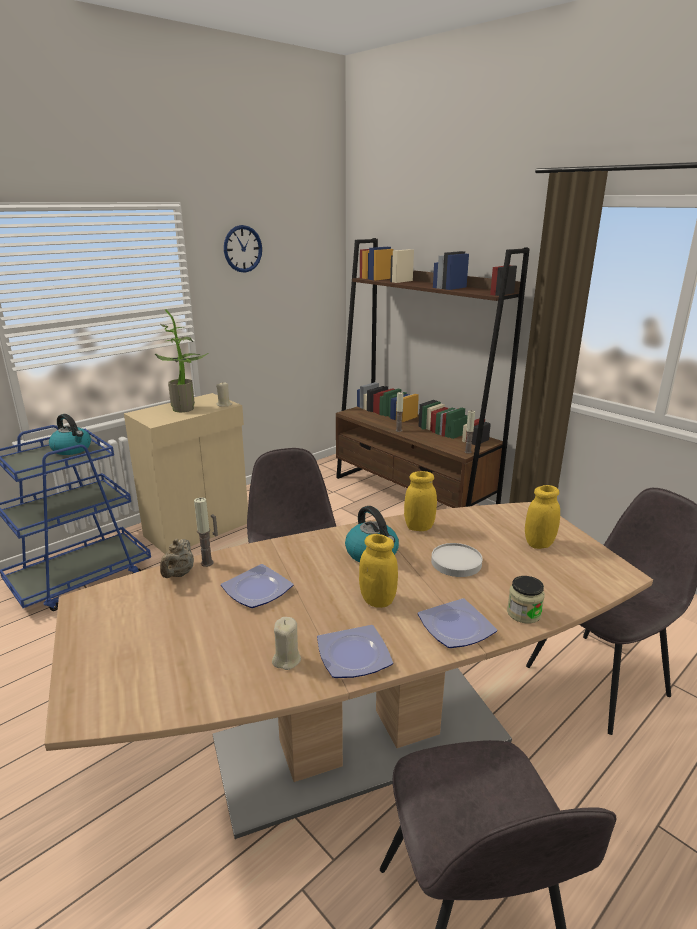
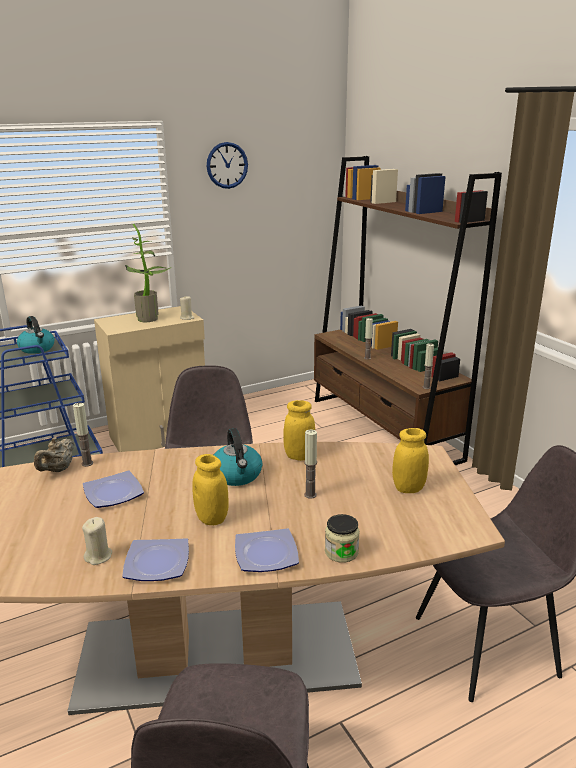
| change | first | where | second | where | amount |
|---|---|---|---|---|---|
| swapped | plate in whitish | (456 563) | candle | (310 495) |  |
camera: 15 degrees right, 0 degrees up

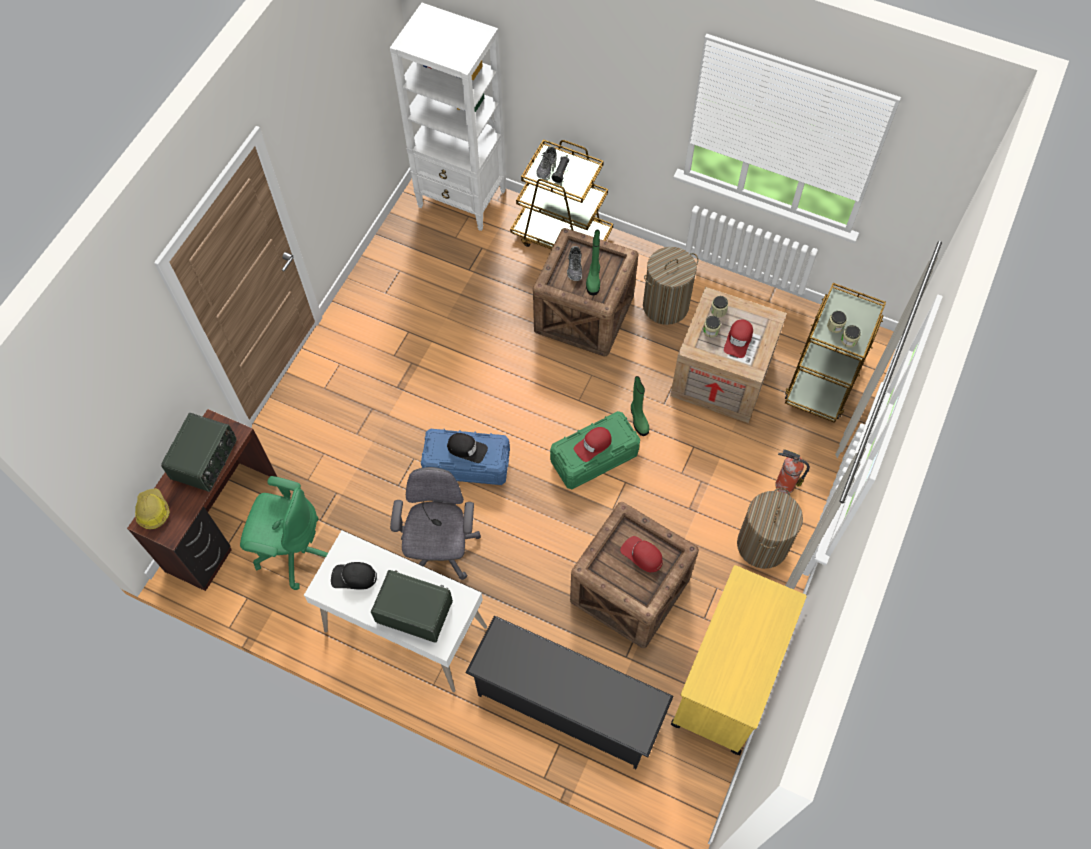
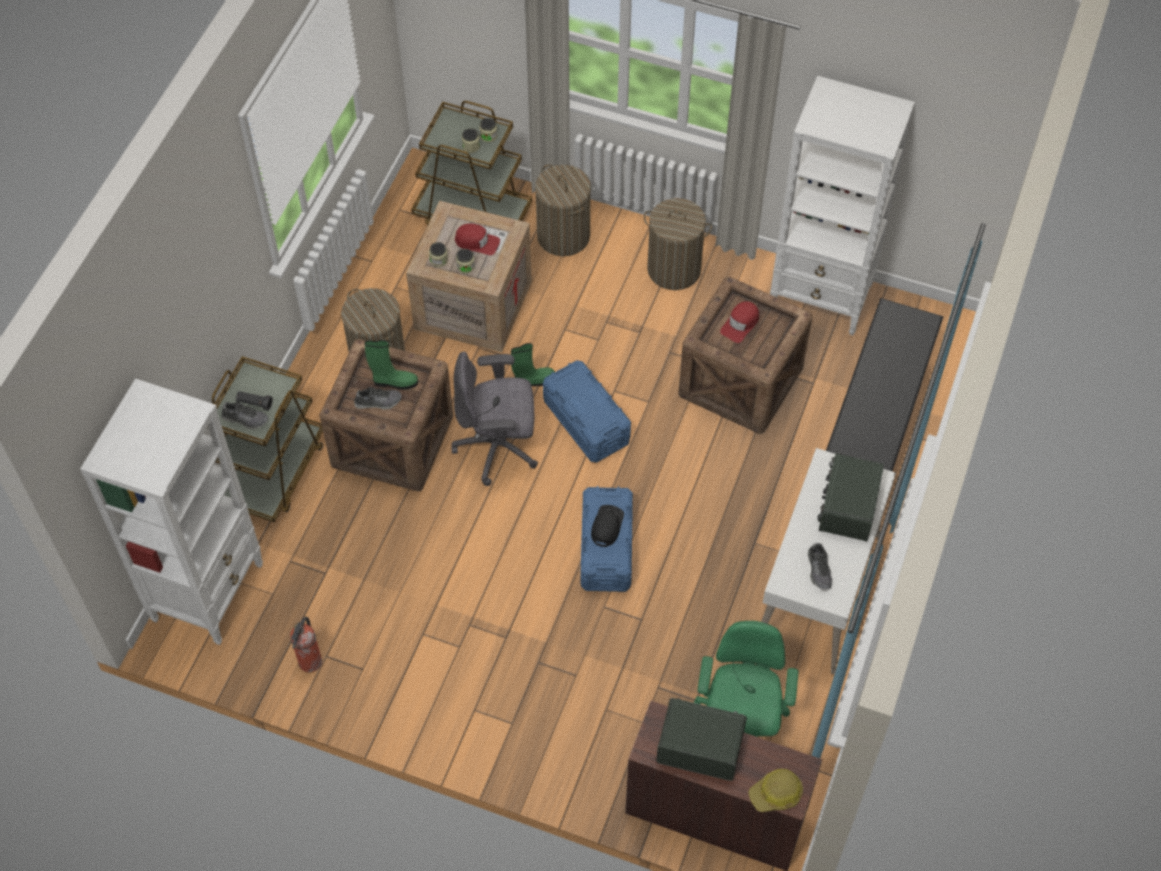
| change | first | where | second | where | amount |
|---|---|---|---|---|---|
| repainted | storage box in green-coloured | (594 457) | storage box in blue-coloured | (586 421) |  |
| gone | baseball cap in red | (593 445) |  |  |  |
| shifted | fire extinguisher | (783 485) |  | (309 663) |  |
| shifted | computer chair in gray | (440 549) |  | (498 448) |  |
| swapped | baseball cap in black | (354 577) | shoe | (819 570) |  |
| swapped | trolley in yellowish | (727 679) | shelving unit in whitish | (821 298) |  |
| new |  |  | washing basket | (563 236) |  |
camera: 95 degrees left, 5 degrees down

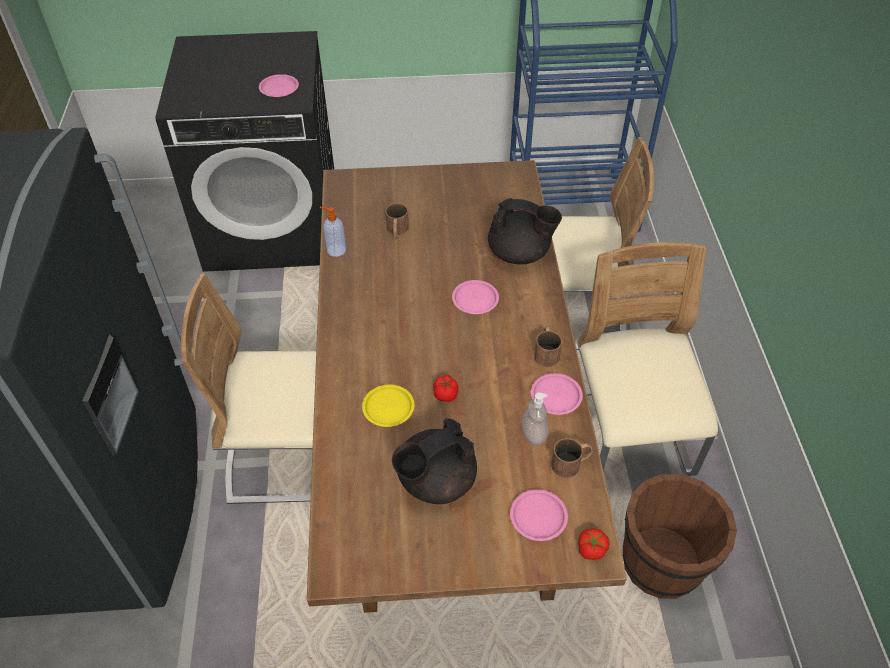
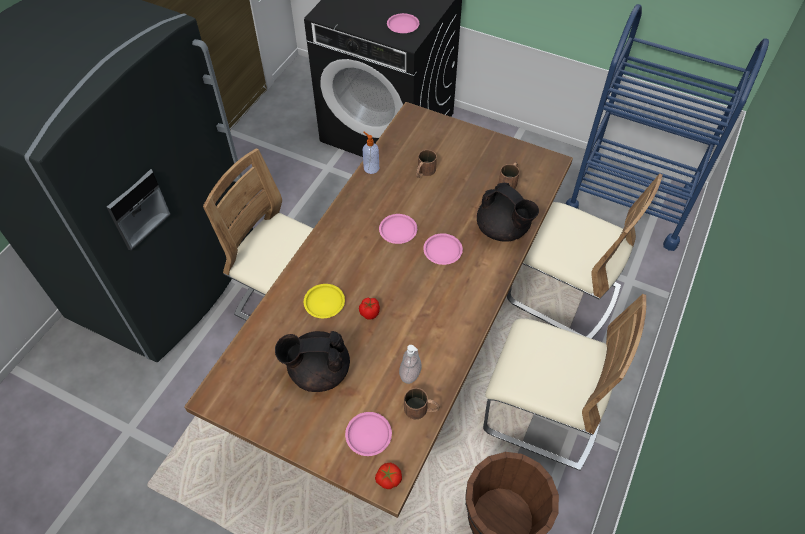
| change | first | where | second | where | amount |
|---|---|---|---|---|---|
| rotated | plain chair in beige | (627 438) |  | (543 412) | 90 degrees clockwise |
| shifted | tea mug in brown-coloured | (546 351) |  | (509 180) |  |
| shifted | plate in pink | (556 397) |  | (398 231) |  |
camera: 30 degrees right, 5 degrees up

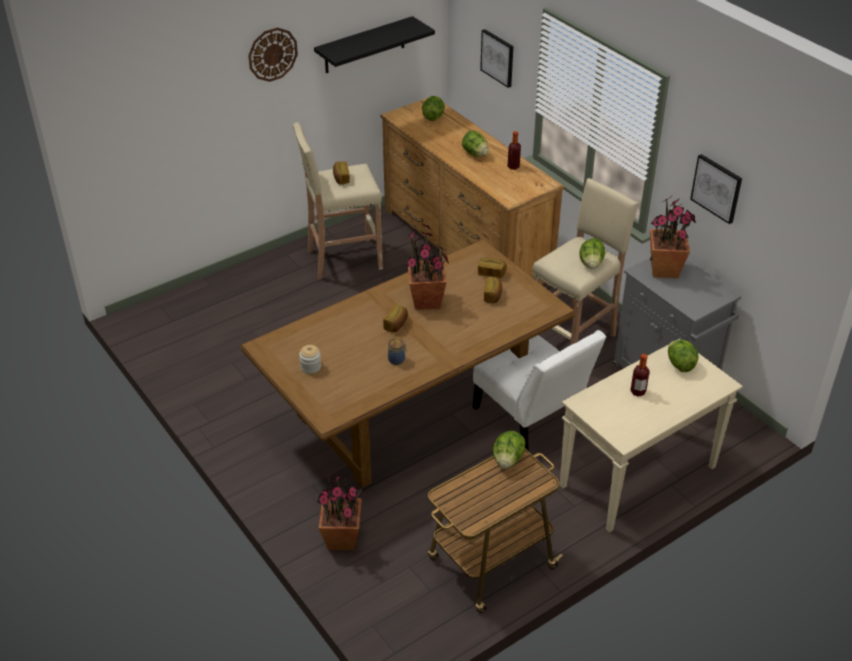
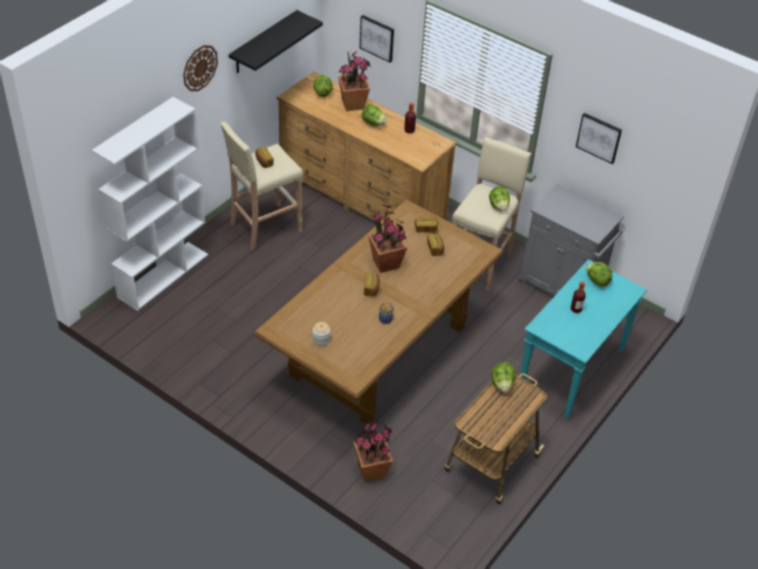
| change | first | where | second | where | amount |
|---|---|---|---|---|---|
| shifted | potted plant | (664 270) |  | (353 104) |  |
| gone | plain chair in whitish | (531 418) |  |  |  |
| repainted | narrow table in beige | (637 478) | narrow table in turquoise | (571 371) |  |
| new |  |  | shelving unit in whitish | (163 275) |  |
camera: 20 degrees left, 5 degrees up

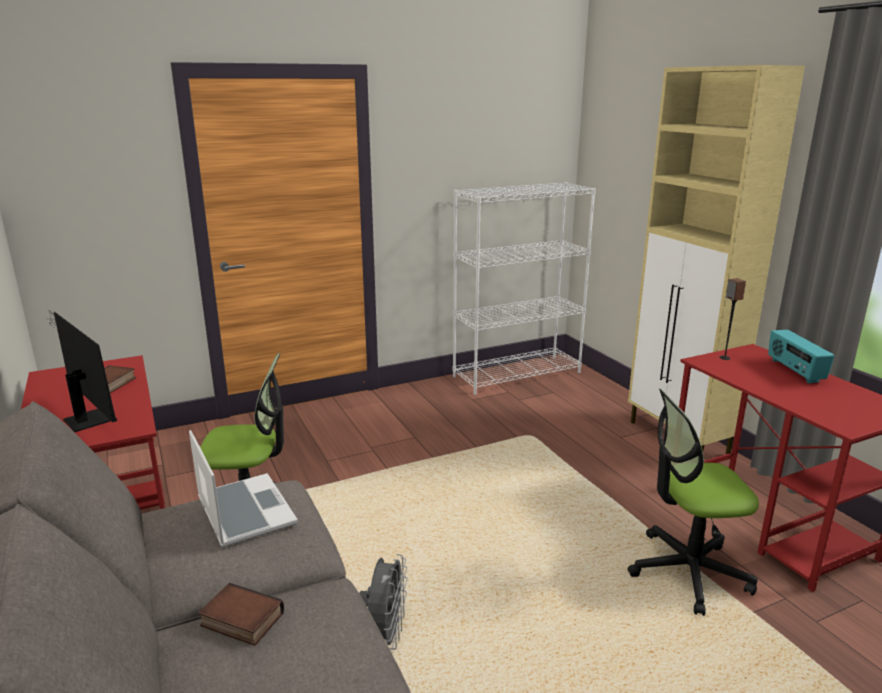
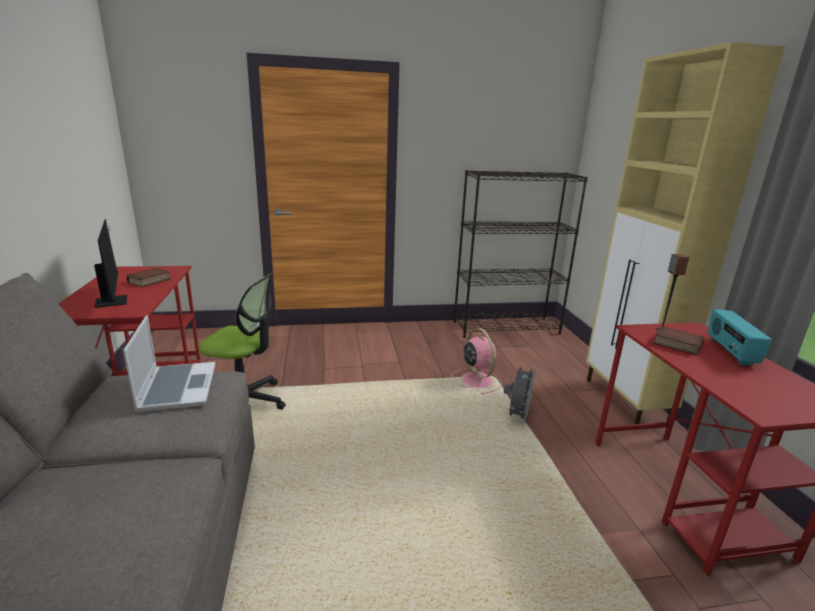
| change | first | where | second | where | amount |
|---|---|---|---|---|---|
| repainted | shelving unit in whitish | (517 374) | shelving unit in black | (506 327) |  |
| gone | computer chair | (688 571) |  |  |  |
| shifted | fan in gray | (386 635) |  | (517 416) |  |
| shifted | volume | (240 620) |  | (676 345) |  |
| new |  |  | fan in pink | (476 380) |  |
camera: 15 degrees right, 0 degrees up

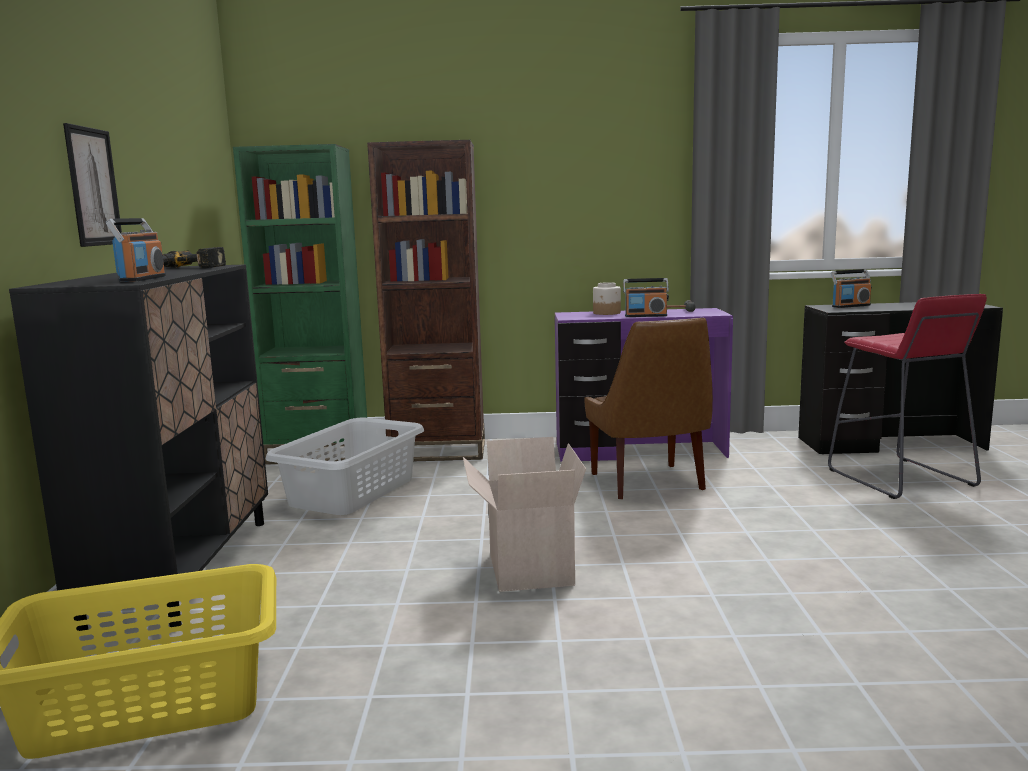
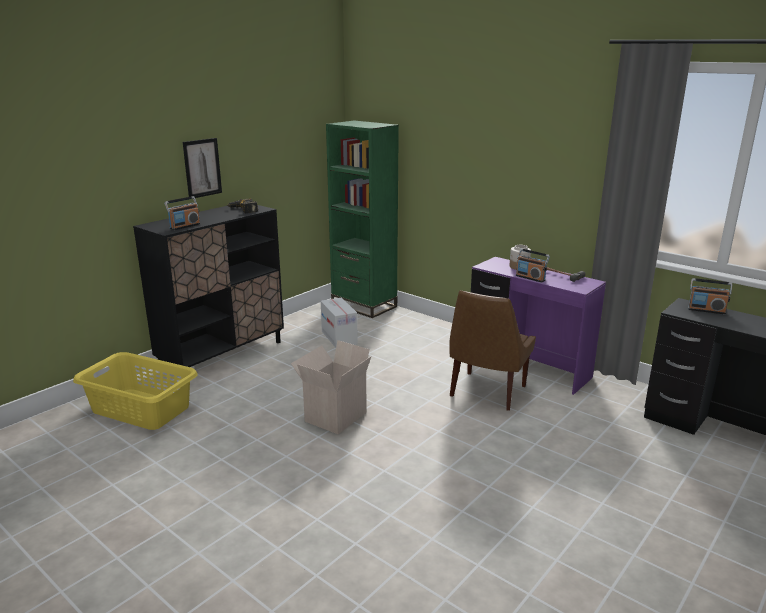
| change | first | where | second | where | amount |
|---|---|---|---|---|---|
| gone | shelving unit in brown-coloured | (437 451) |  |  |  |
| gone | stool in red | (899 478) |  |  |  |
| swapped | washing basket in gray | (351 492) | packing box | (339 337) |  |
camera: 40 degrees right, 10 degrees up

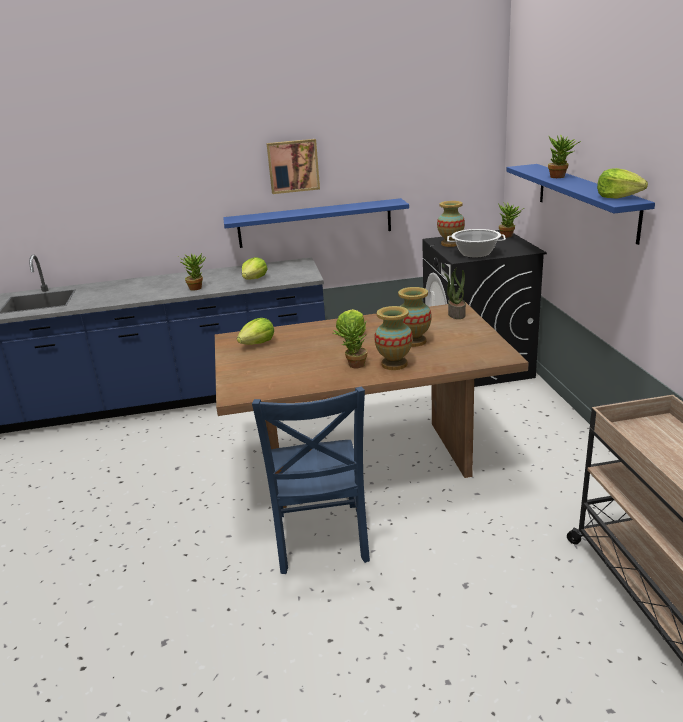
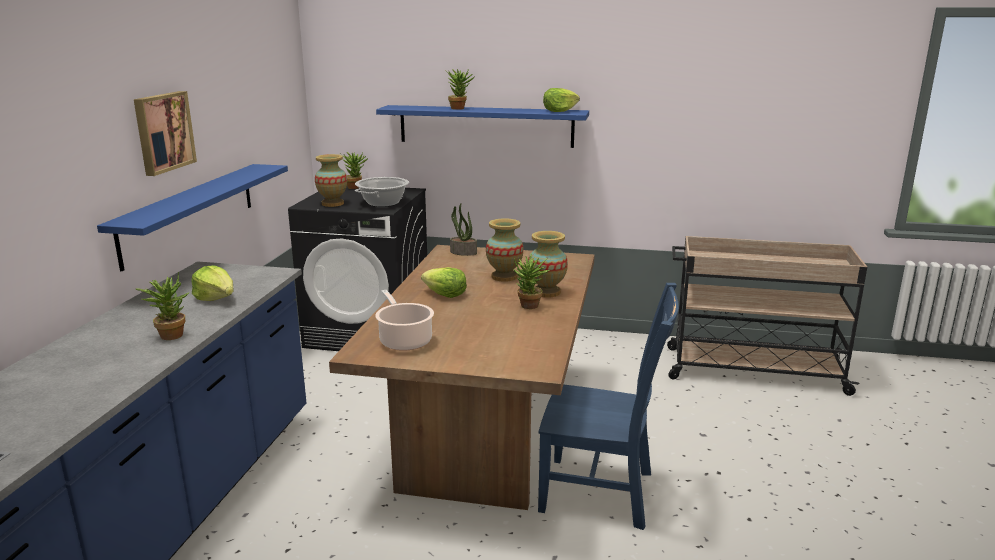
| change | first | where | second | where | amount |
|---|---|---|---|---|---|
| swapped | lettuce | (258 343) | stockpot | (404 340) |  |
camera: 70 degrees left, 5 degrees down

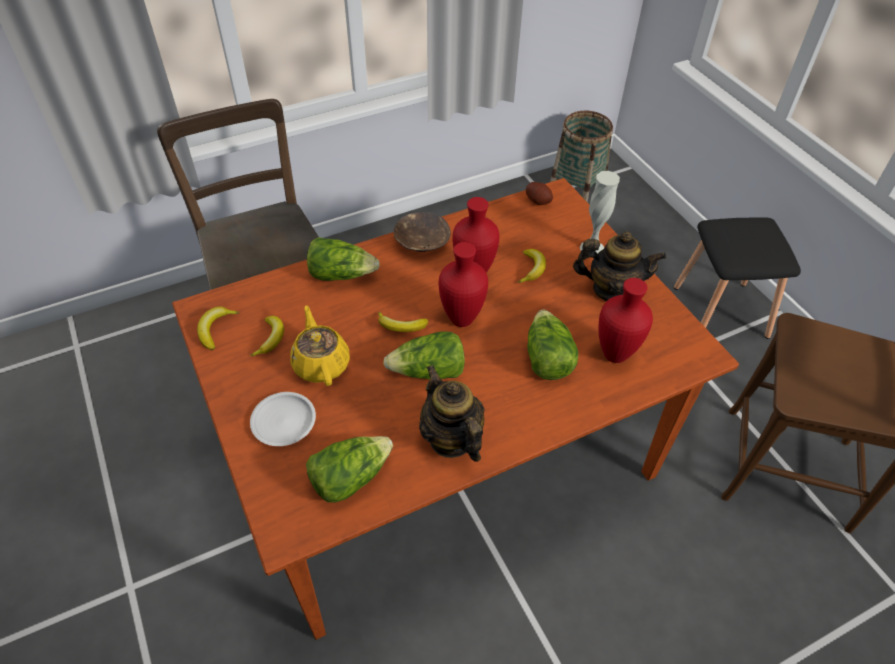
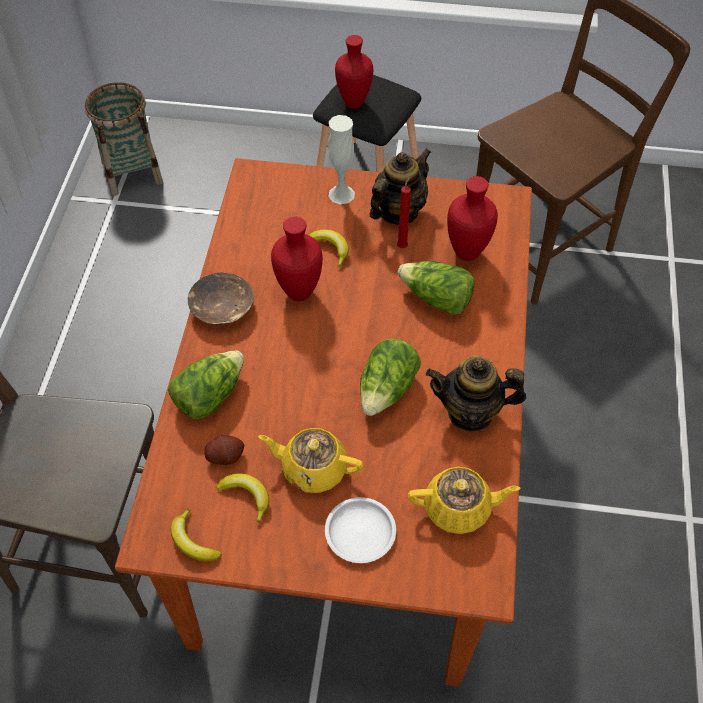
| change | first | where | second | where | amount |
|---|---|---|---|---|---|
| shifted | whole potato | (538 200) |  | (225 456) |  |
| shifted | vase in red | (460 318) |  | (352 103) |  |
| gone | banana fruit | (401 326) |  |  |  |
| swapped | lettuce | (349 477) | pot for tea in yellowish | (459 508) |  |
| new |  |  | candle in red | (403 246) |  |
camera: 55 degrees left, 5 degrees up

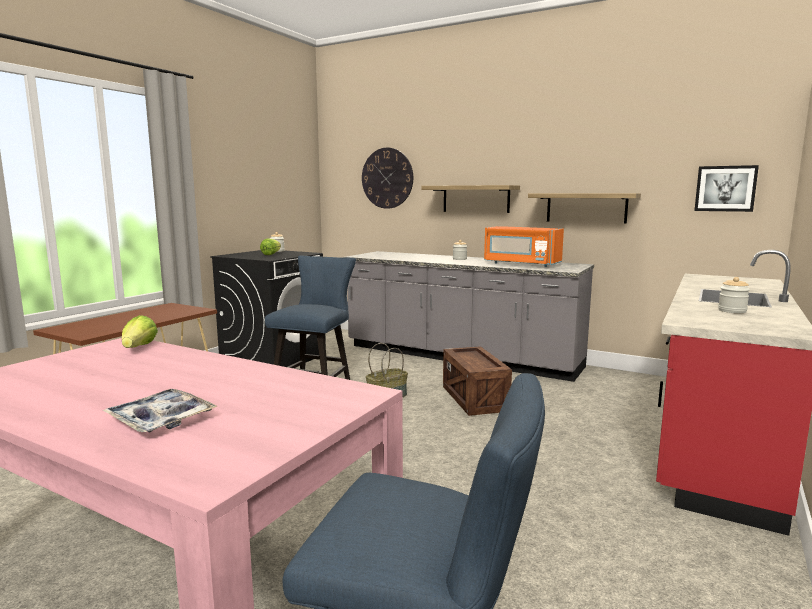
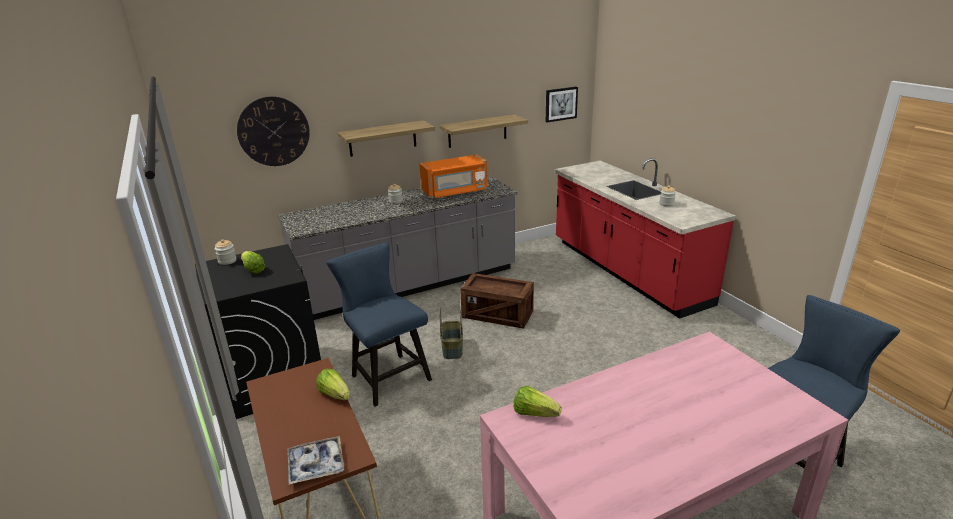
| change | first | where | second | where | amount |
|---|---|---|---|---|---|
| shifted | serving tray | (161 419) |  | (316 465) |  |
| new |  |  | lettuce | (335 394) |  |
camera: 55 degrees left, 15 degrees up

